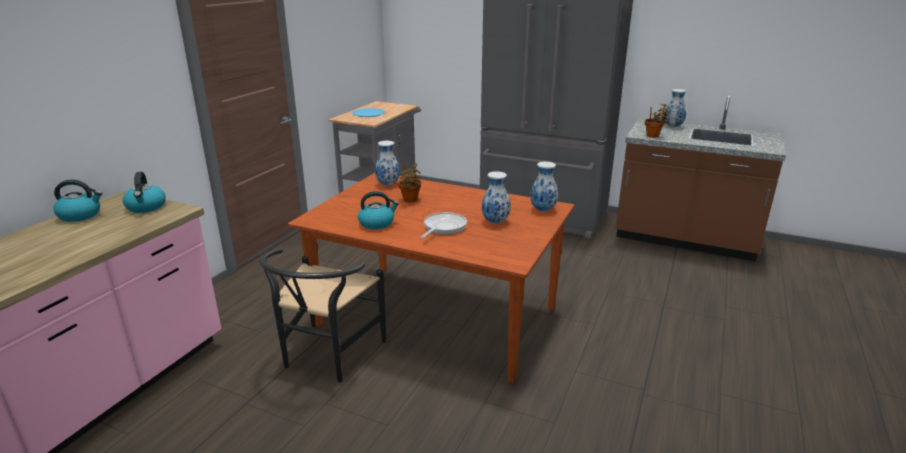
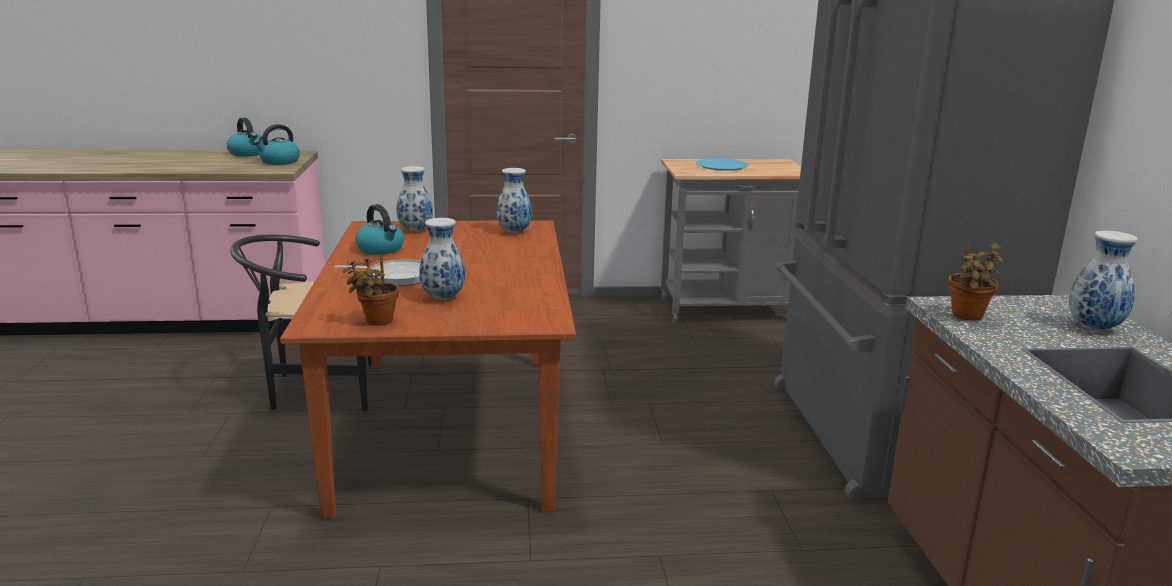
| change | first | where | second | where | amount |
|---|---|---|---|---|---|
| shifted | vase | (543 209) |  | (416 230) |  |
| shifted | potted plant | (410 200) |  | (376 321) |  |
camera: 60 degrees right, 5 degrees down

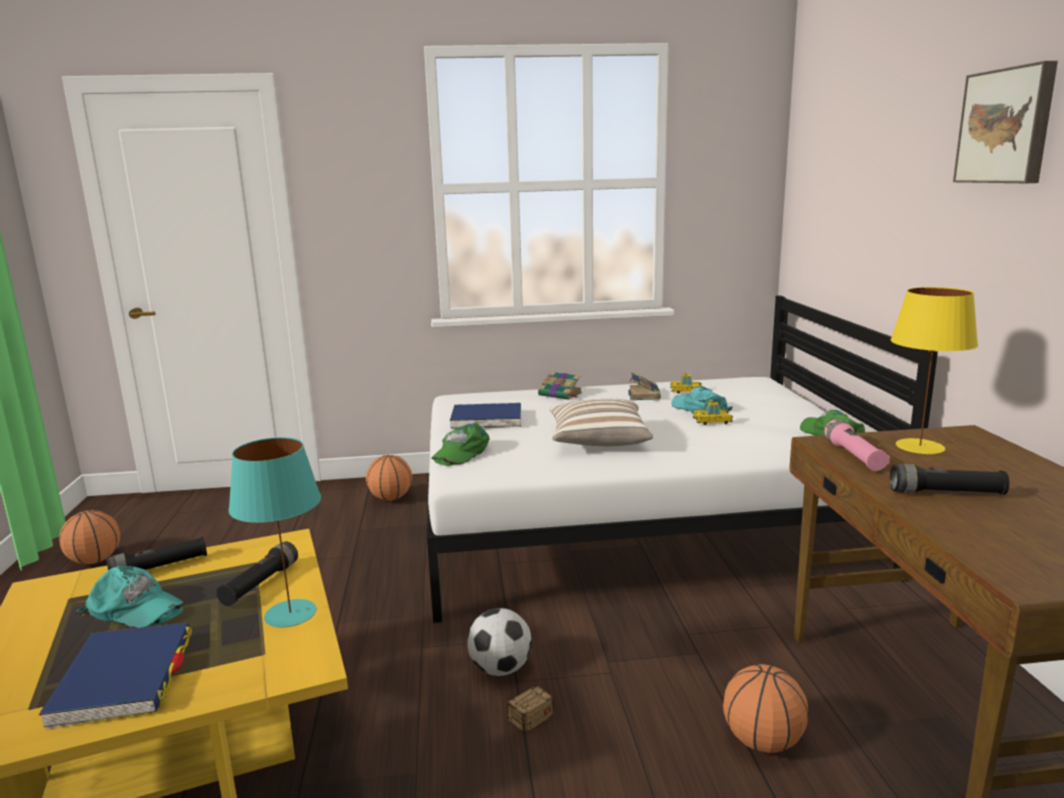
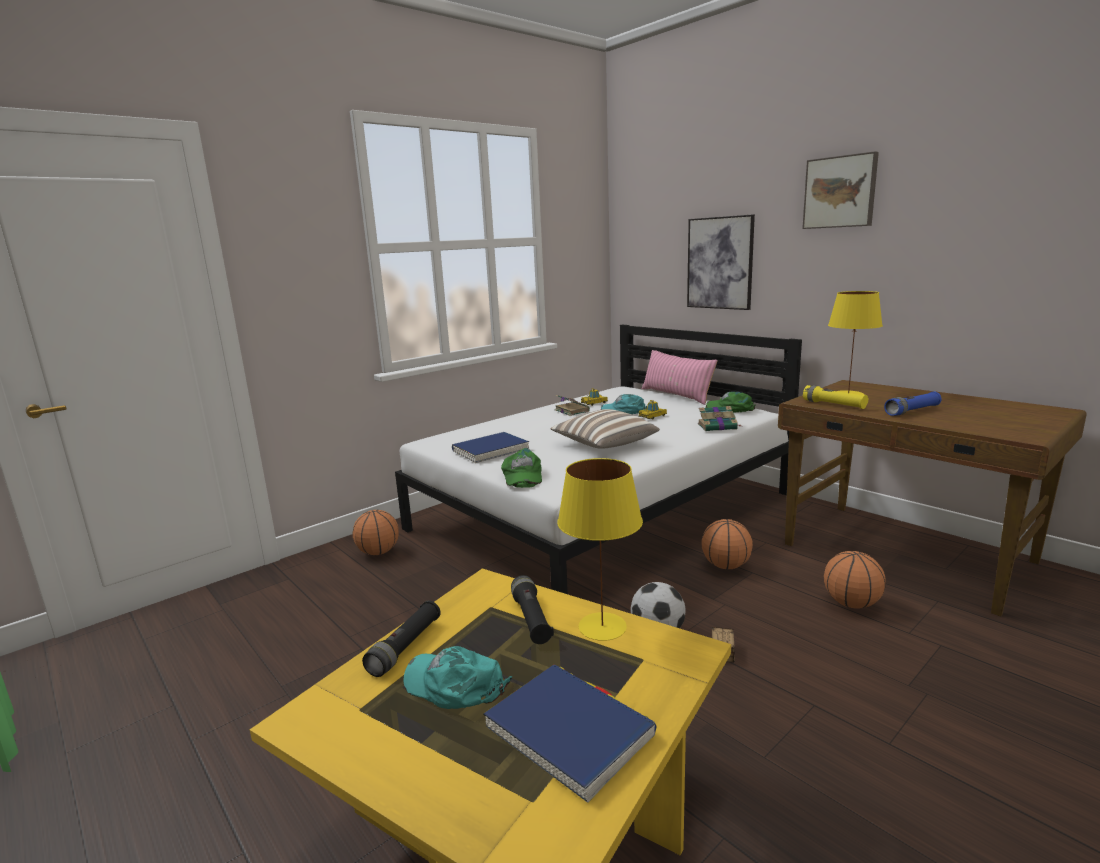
| change | first | where | second | where | amount |
|---|---|---|---|---|---|
| shifted | volume | (561 394) |  | (718 426) |  |
| repainted | torch in pink | (854 456) | torch in yellowish | (833 405) |  |
| repainted | lamp for a table in turquoise | (290 613) | lamp for a table in yellowish | (601 626) |  |
| repainted | torch in black | (946 493) | torch in blue-coloured | (912 411) |  |
| shifted | basketball | (95 561) |  | (725 566) |  |
| rotated | baseball cap in turquoise | (134 609) |  | (454 684) | 135 degrees counterclockwise |
| new |  |  | wall picture | (720 263) |  |
| new |  |  | pillow in pink | (676 395) |  |
camera: 35 degrees left, 0 degrees up

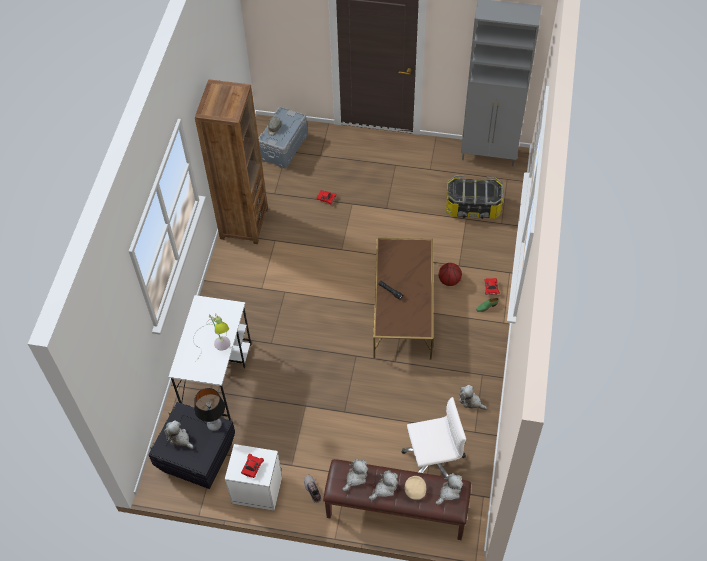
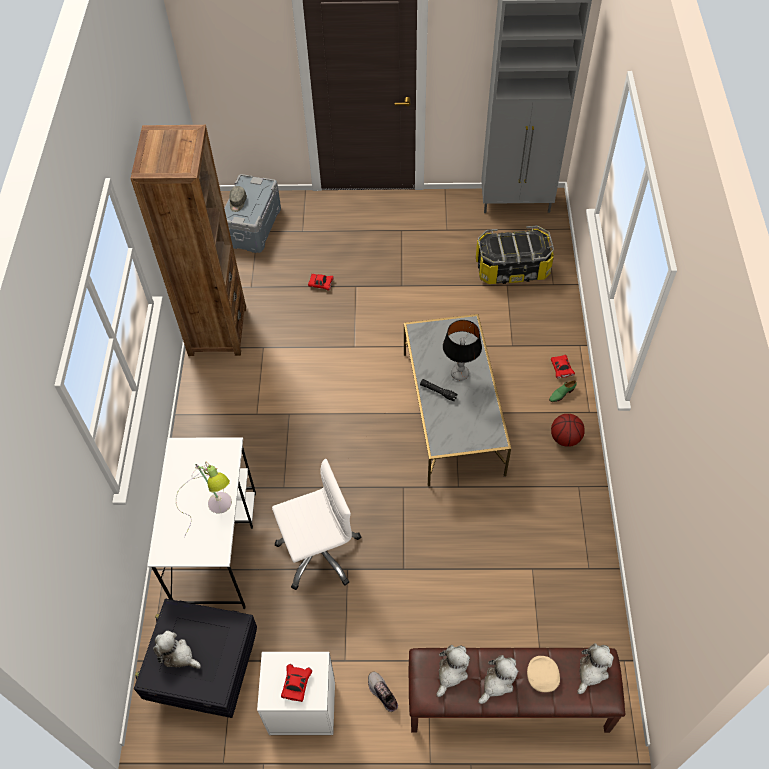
| change | first | where | second | where | amount |
|---|---|---|---|---|---|
| repainted | low table in brown-coloured | (403 308) | low table in gray | (452 412) |  |
| shifted | basketball | (449 281) |  | (565 438) |  |
| gone | cuddly toy | (471 401) |  |  |  |
| shifted | lamp for a table | (214 424) |  | (460 374) |  |
| shifted | computer chair in whitish | (433 462) |  | (318 552) |  |
camera: 10 degrees left, 0 degrees up

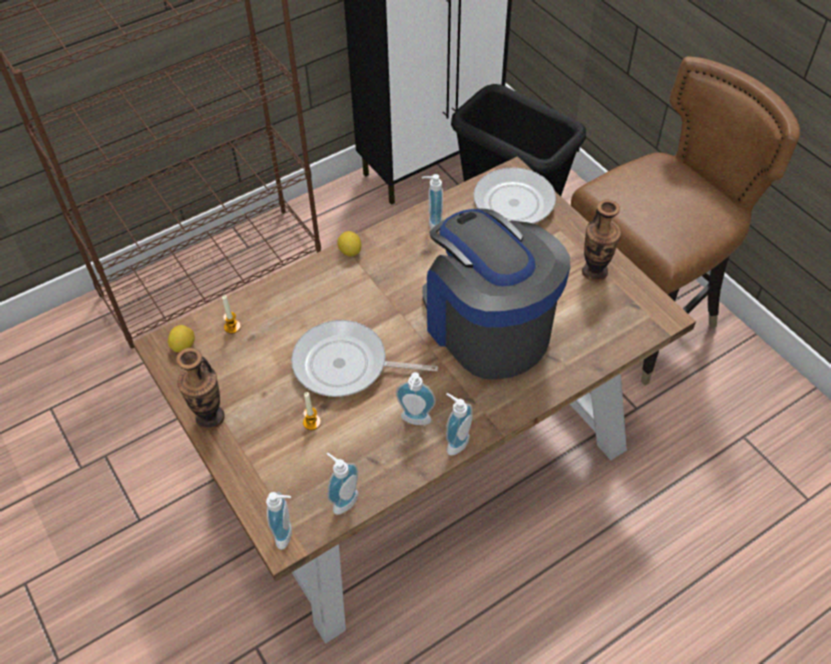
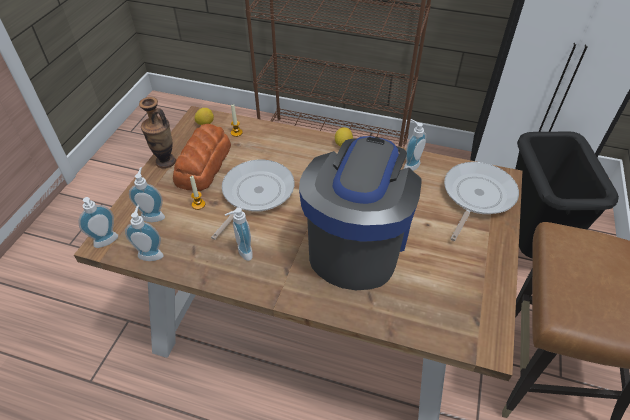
| change | first | where | second | where | amount |
|---|---|---|---|---|---|
| gone | vase | (594 272) |  |  |  |
| rotated | frying pan | (346 365) |  | (255 194) | 60 degrees clockwise |
| shifted | soap dispenser | (455 442) |  | (153 215) |  |
| new |  |  | bread | (202 165) |  |
camera: 50 degrees right, 5 degrees down

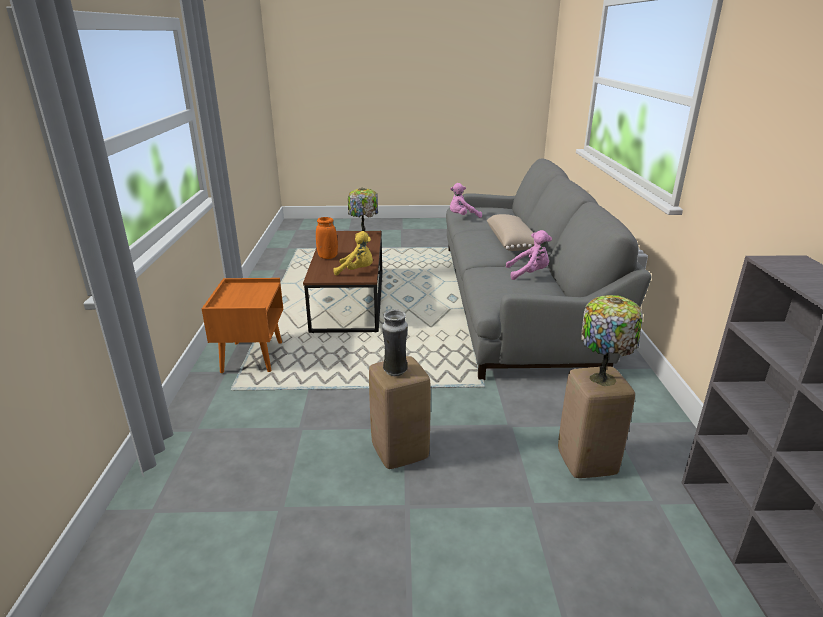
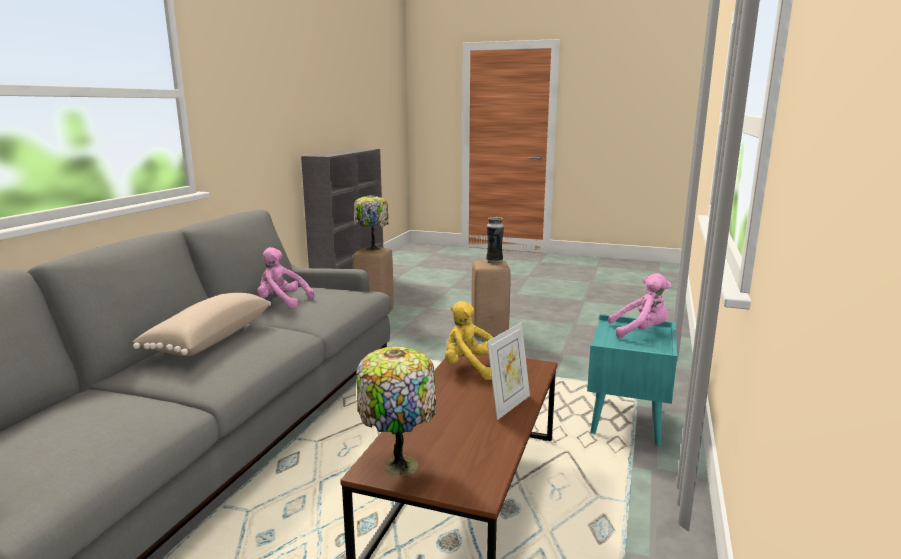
| change | first | where | second | where | amount |
|---|---|---|---|---|---|
| shifted | cuddly toy in pink | (462 217) |  | (640 331) |  |
| swapped | vase in orange | (327 257) | standing frame | (508 405) |  |
| repainted | bedside table in orange | (251 357) | bedside table in turquoise | (627 421) |  |
camera: 160 degrees left, 10 degrees down

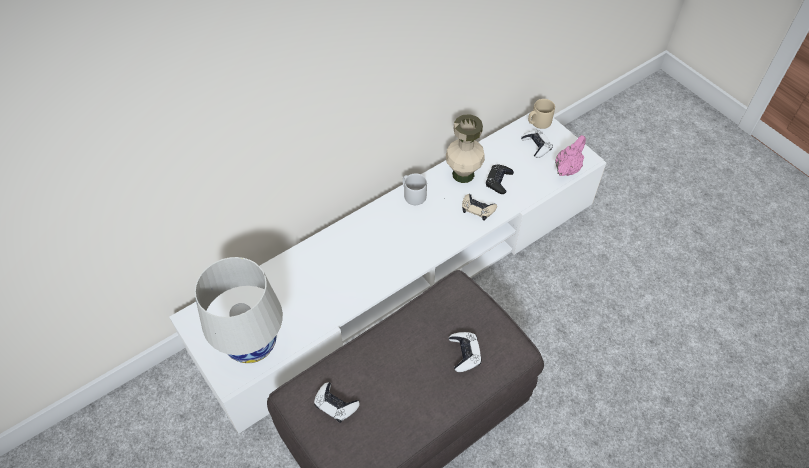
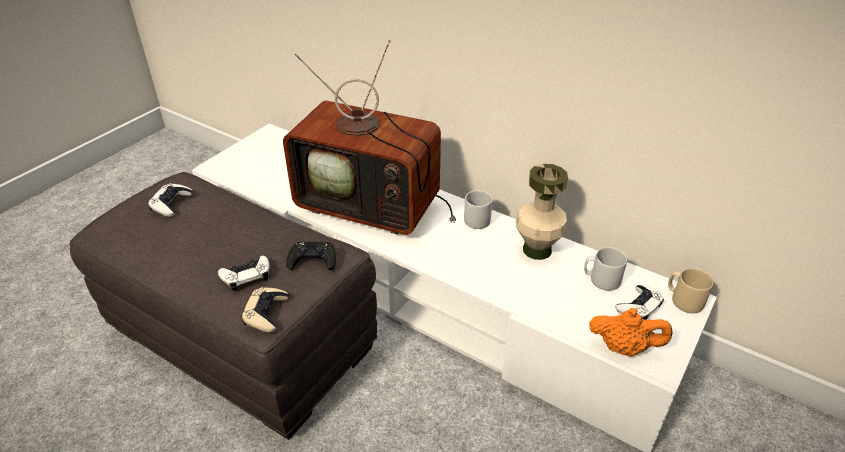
| change | first | where | second | where | amount |
|---|---|---|---|---|---|
| repainted | pot for tea in pink | (567 168) | pot for tea in orange | (624 348) |  |
| shifted | gamepad in black | (498 181) |  | (312 260) |  |
| shifted | gamepad in beige | (477 209) |  | (266 313) |  |
| gone | lamp for a table in whitish | (252 344) |  |  |  |
| new |  |  | TV set | (374 205) |  |
| new |  |  | tea mug in gray | (601 280) |  |
camera: 70 degrees right, 15 degrees down

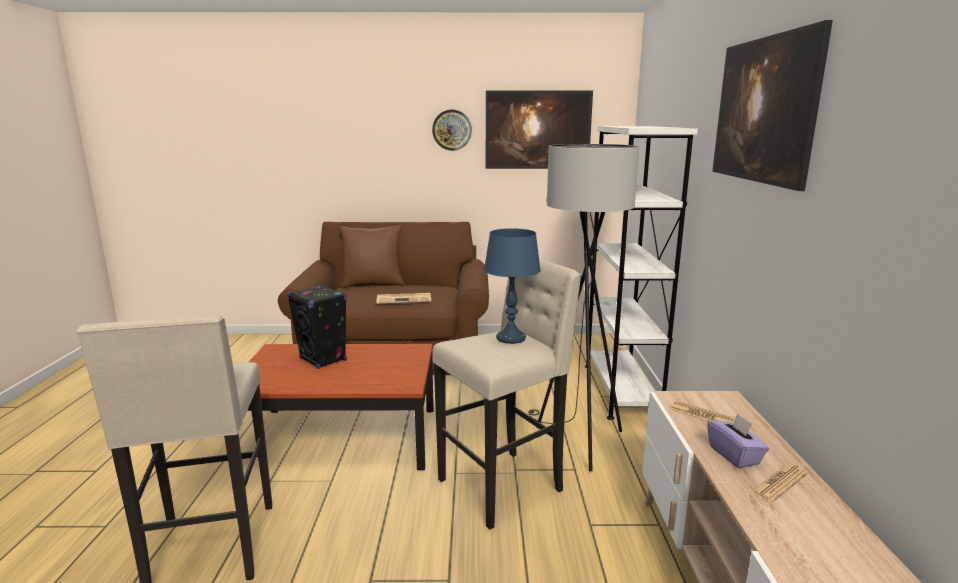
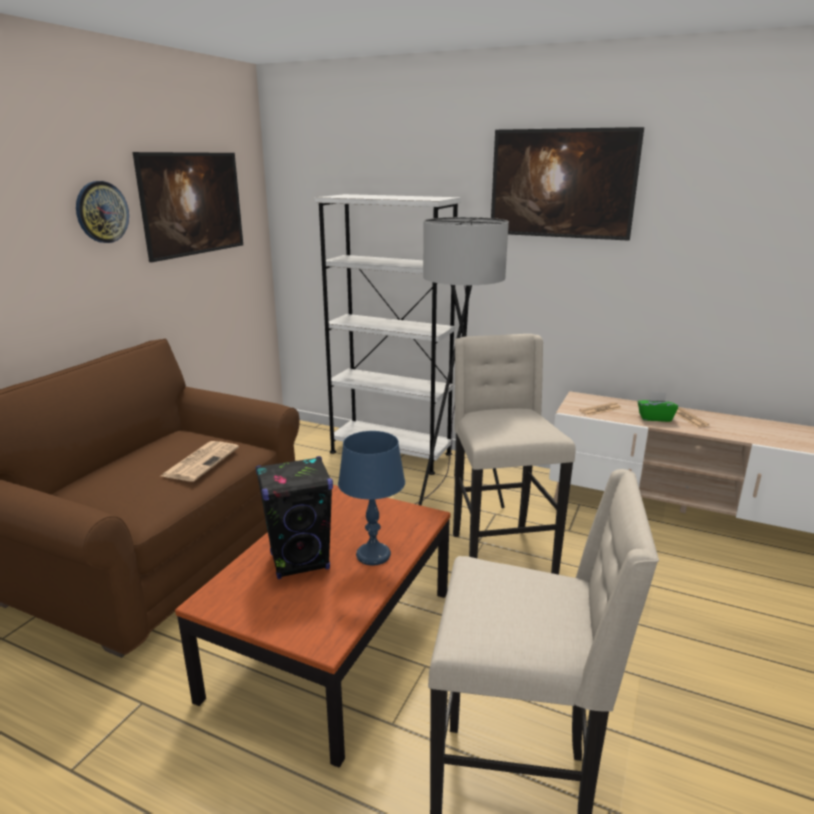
| change | first | where | second | where | amount |
|---|---|---|---|---|---|
| gone | pillow in brown-coloured | (373 284) |  |  |  |
| shifted | lamp for a table in blue-coloured | (510 338) |  | (372 555) |  |
| repainted | tissue holder in purple | (734 455) | tissue holder in green-coloured | (655 418) |  |
camera: 65 degrees left, 5 degrees up

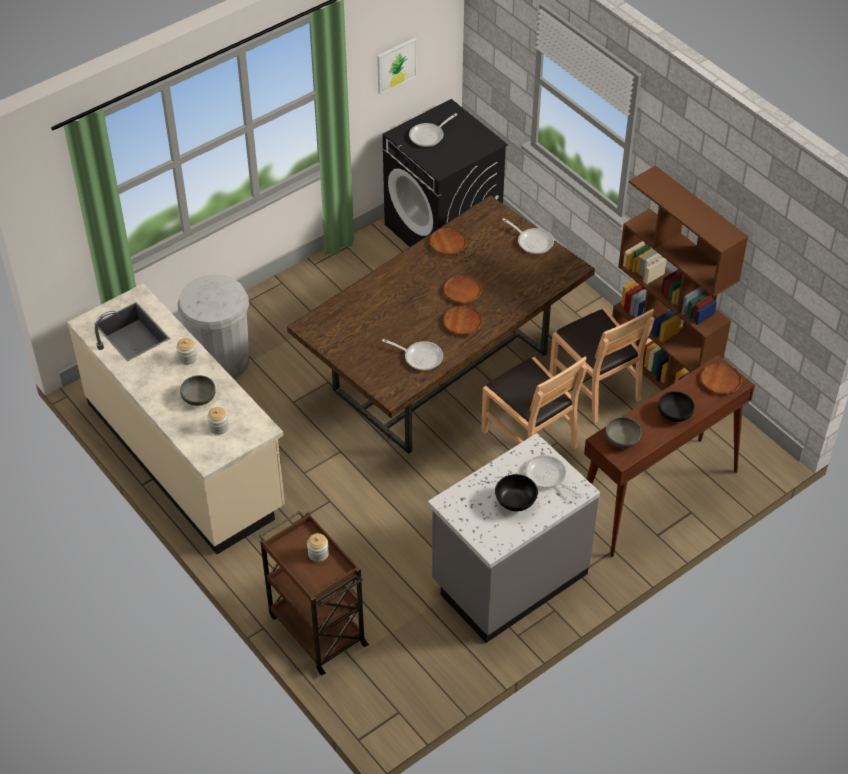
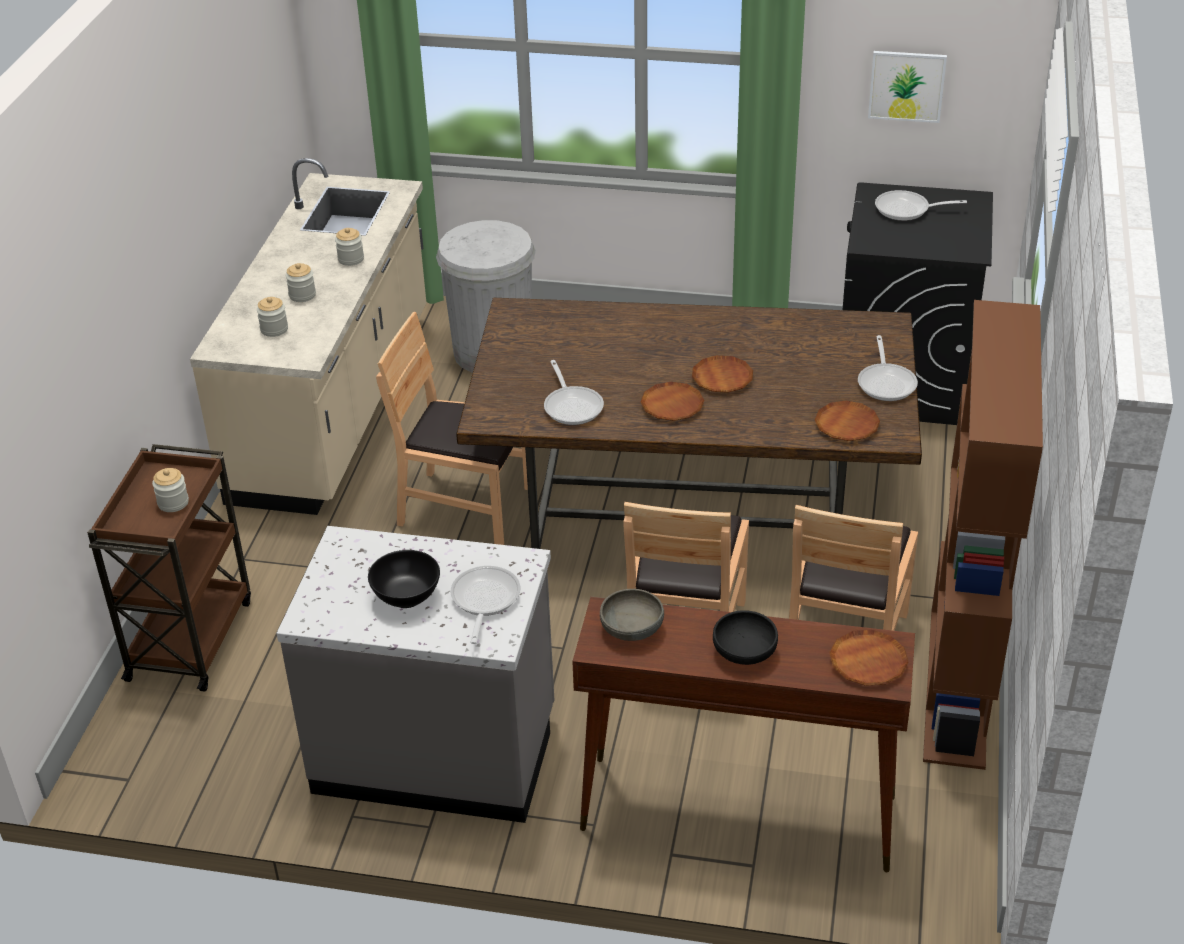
| change | first | where | second | where | amount |
|---|---|---|---|---|---|
| shifted | plate in brown-coloured | (448 243) |  | (846 425) |  |
| swapped | serving bowl in gray | (199 397) | preserve jar | (302 295) |  |
| new |  |  | plain chair in brown-coloured | (466 507) |  |
camera: 50 degrees right, 10 degrees down

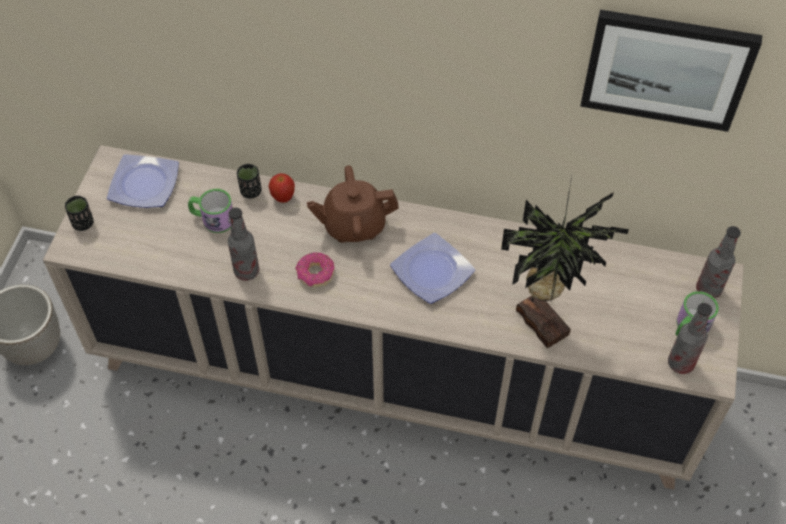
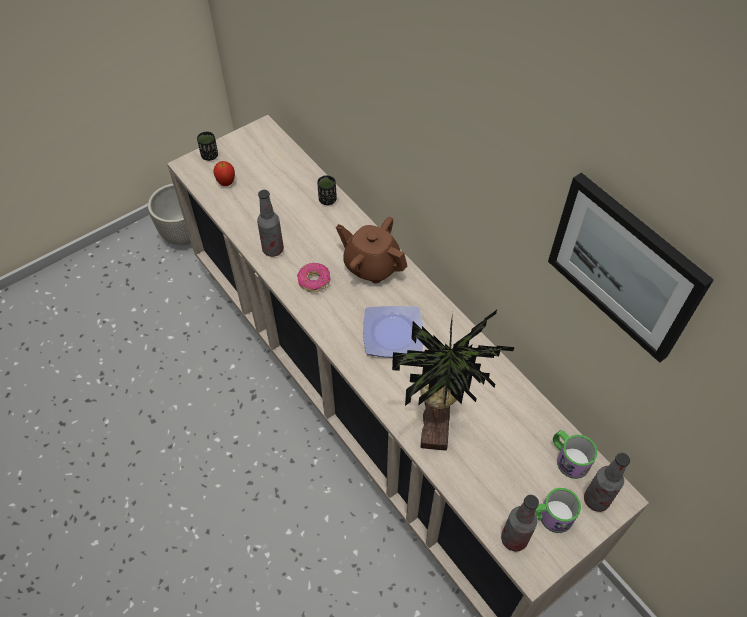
| change | first | where | second | where | amount |
|---|---|---|---|---|---|
| gone | plate | (143 183) |  |  |  |
| shifted | whole apple | (283 198) |  | (226 183) |  |
| shifted | tea mug | (212 219) |  | (568 458) |  |
camera: 40 degrees right, 0 degrees up

